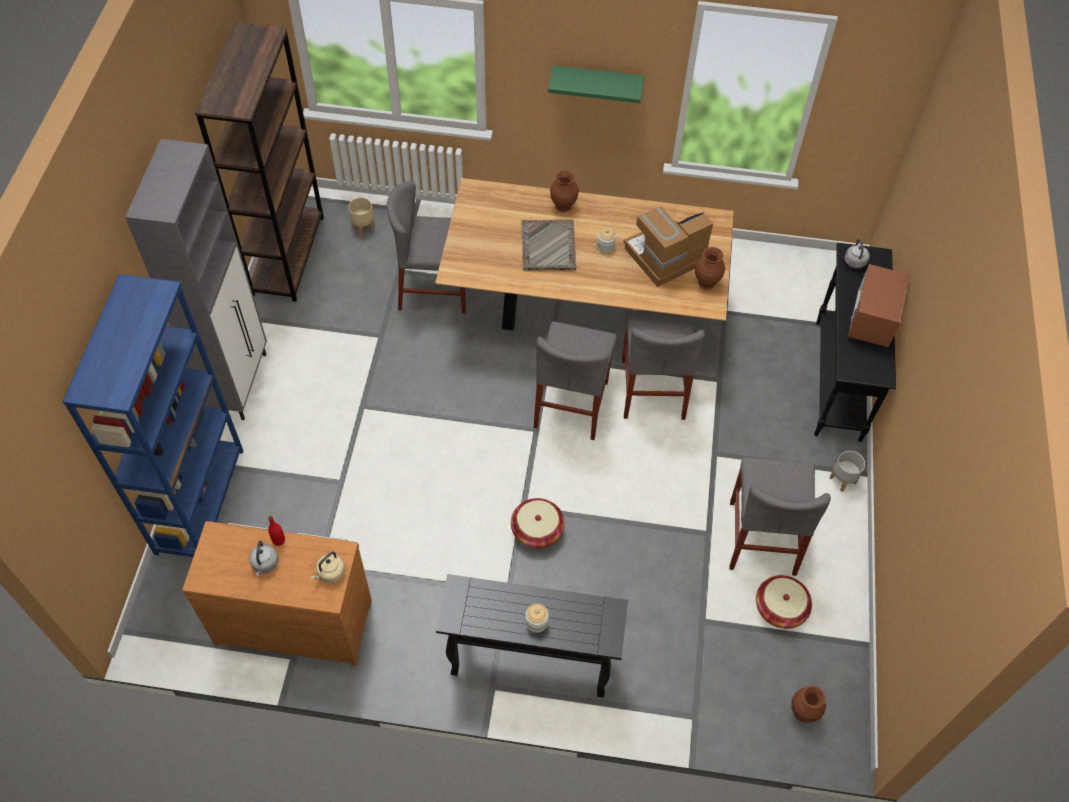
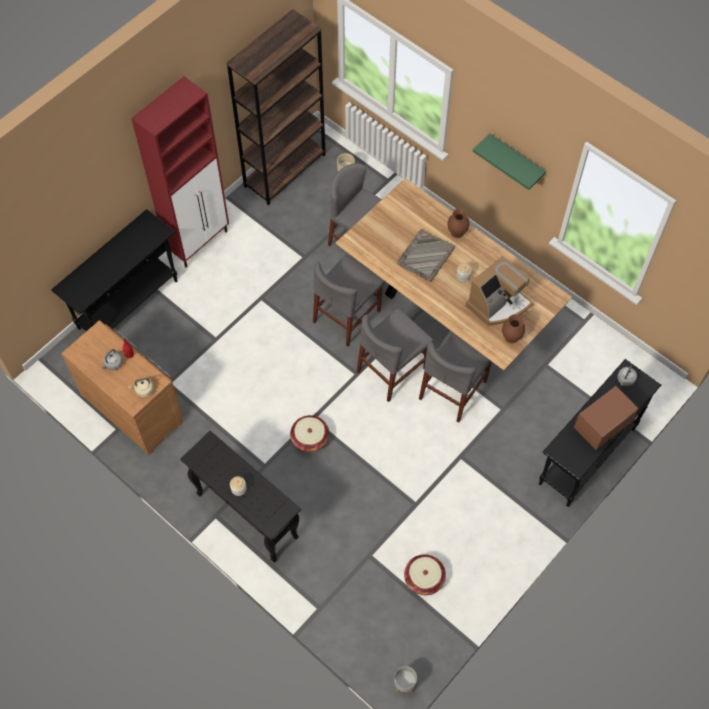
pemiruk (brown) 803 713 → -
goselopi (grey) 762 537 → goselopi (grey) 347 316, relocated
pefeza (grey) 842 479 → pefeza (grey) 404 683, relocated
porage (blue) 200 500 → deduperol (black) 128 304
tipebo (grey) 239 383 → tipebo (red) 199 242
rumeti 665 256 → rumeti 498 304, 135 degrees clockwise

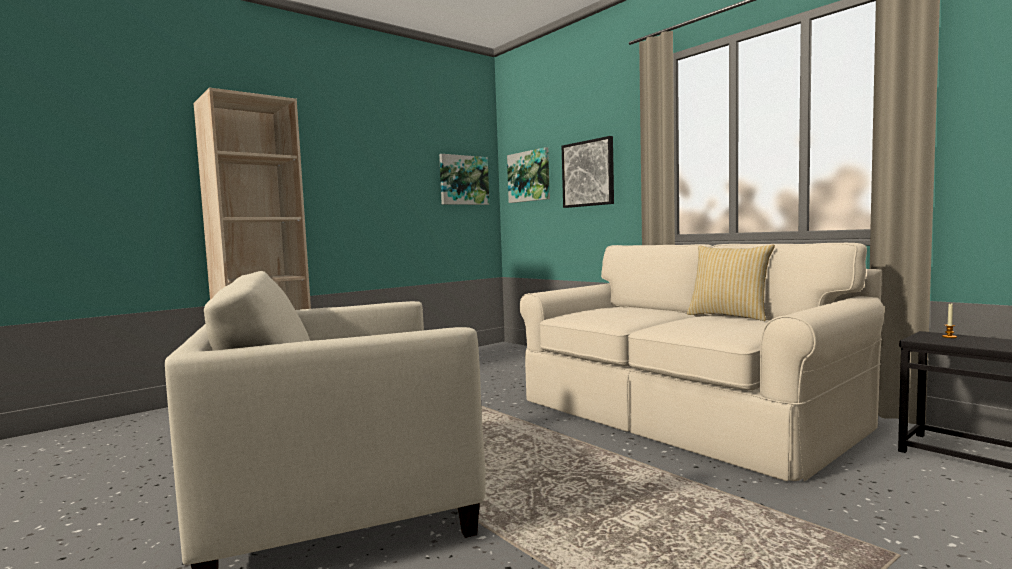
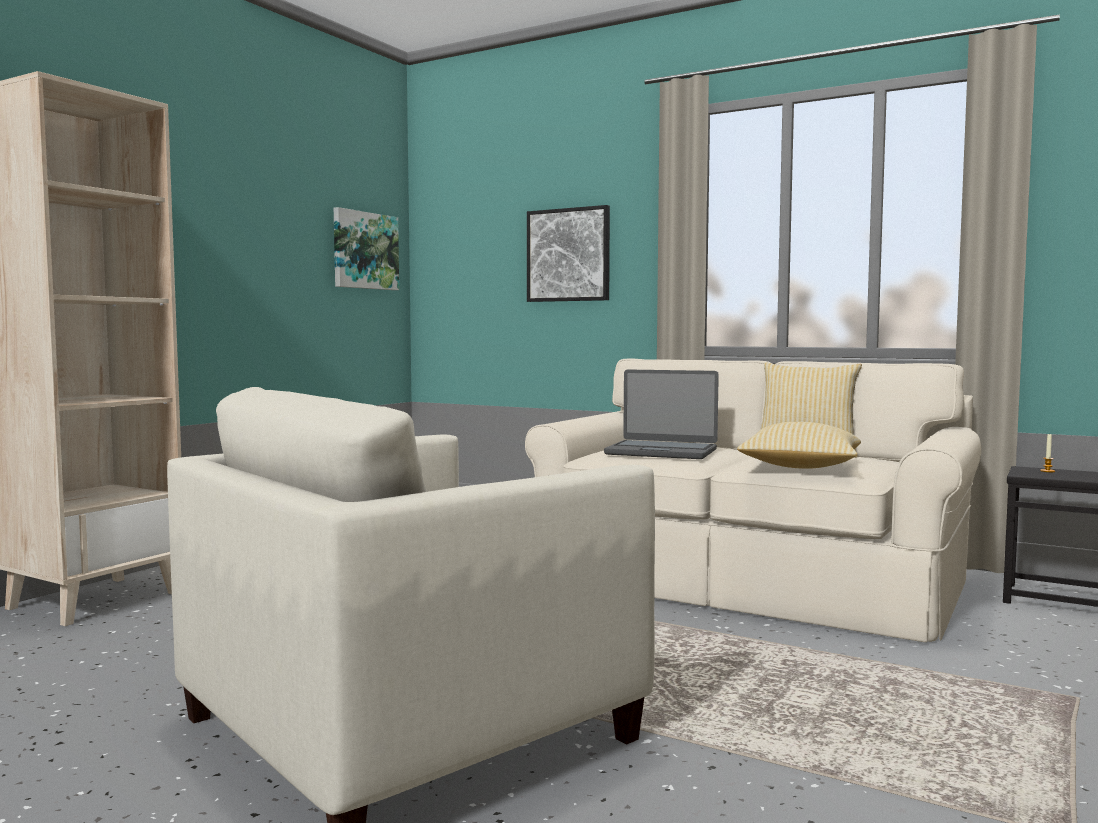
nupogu 529 176 → -
- → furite 661 452
- → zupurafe 800 467

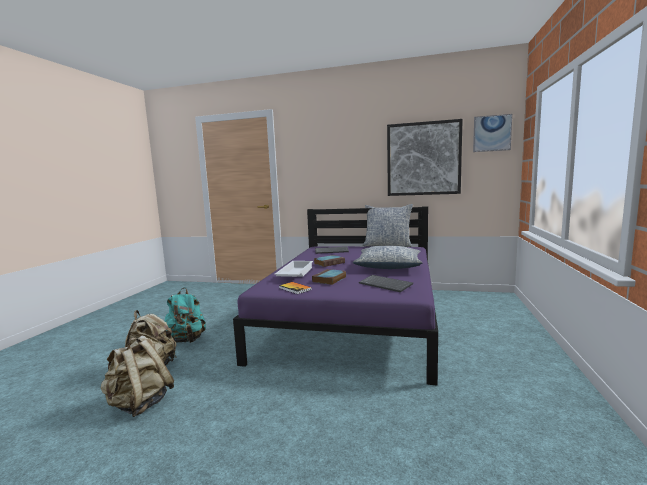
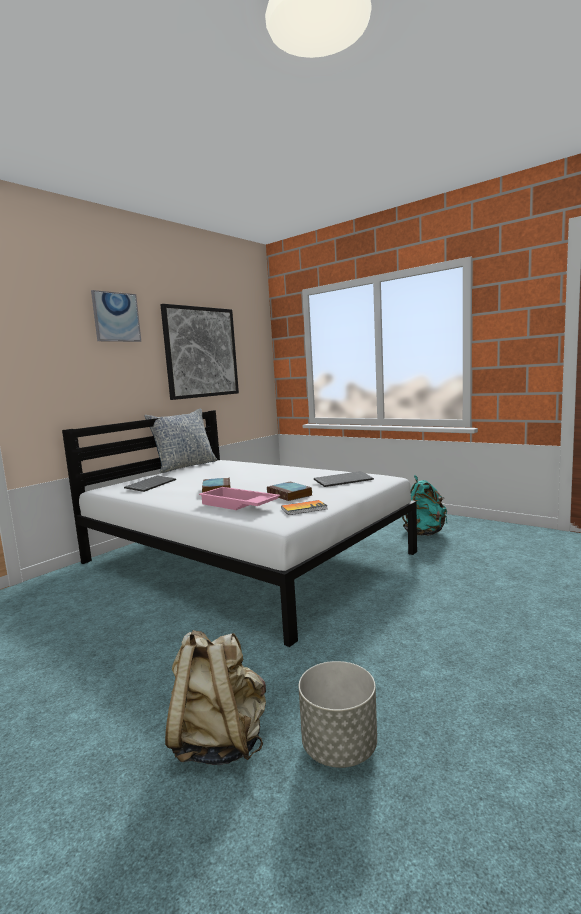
zupurafe 388 266 → -
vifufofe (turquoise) 186 340 → vifufofe (turquoise) 424 533, relocated
nupogu 492 133 → nupogu 116 317, relocated
vifufofe (beige) 140 404 → pefeza (grey) 340 748
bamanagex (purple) 354 319 → bamanagex (white) 245 557
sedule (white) 294 274 → sedule (pink) 237 505

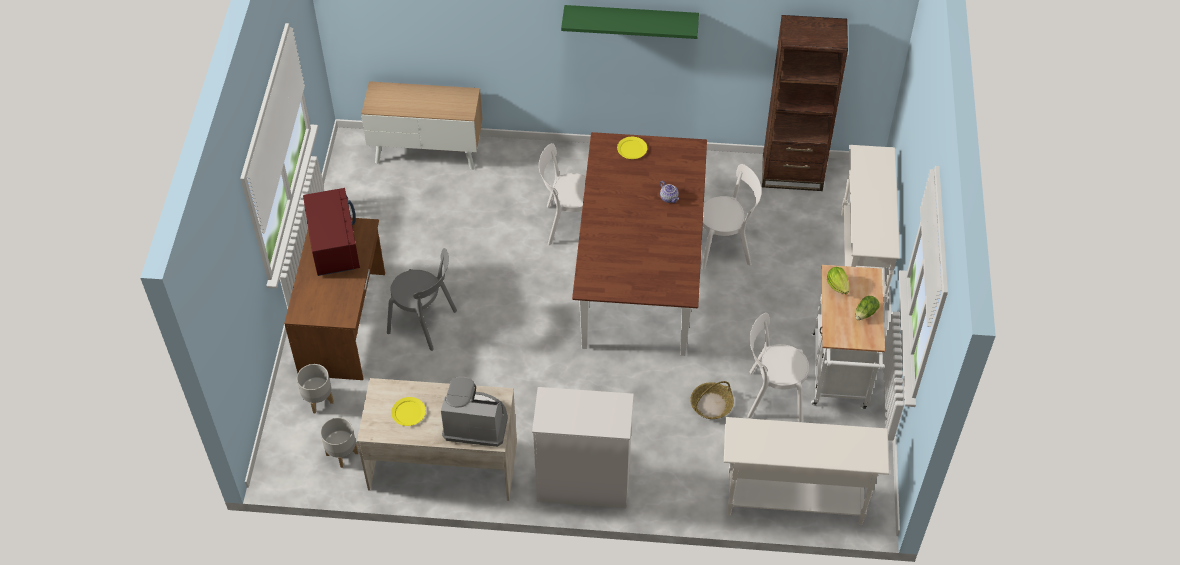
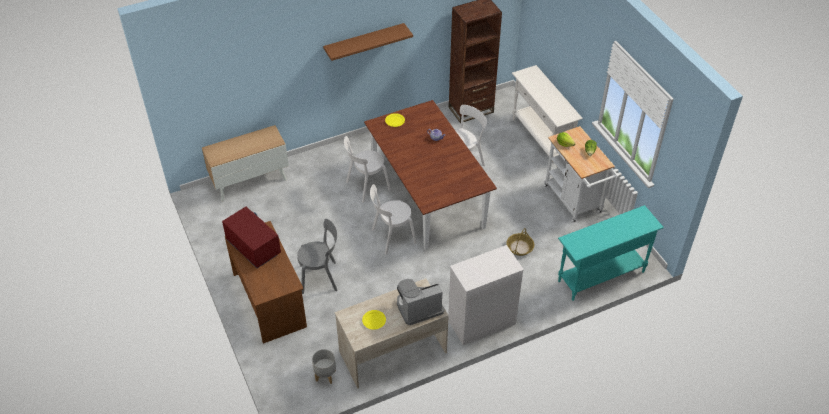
pefeza (grey) 318 400 → -
goselopi (white) 771 395 → goselopi (white) 391 237, relocated
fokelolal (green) 631 19 → fokelolal (brown) 364 41
deduperol (white) 794 500 → deduperol (turquoise) 600 276

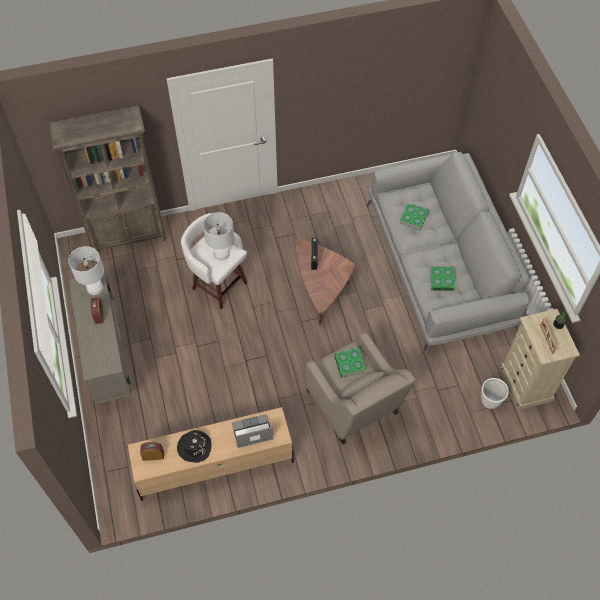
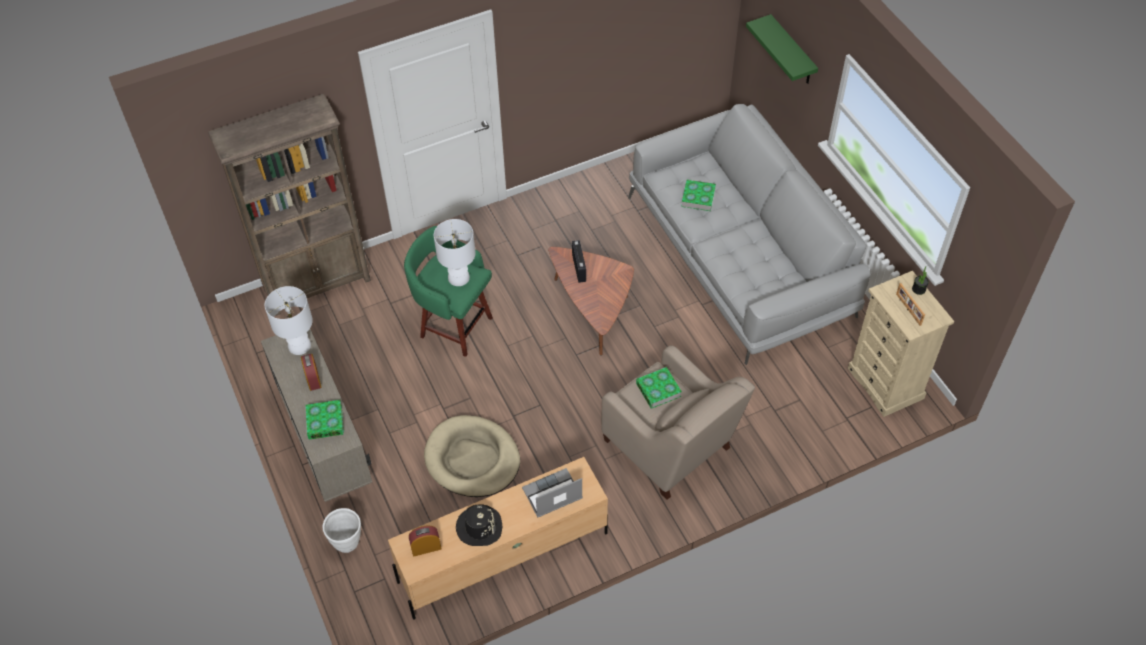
- → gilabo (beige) 472 459
- → fokelolal (green) 792 51
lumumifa 441 280 → lumumifa 325 422, relocated
pefeza (white) 490 401 → pefeza (white) 347 543, relocated
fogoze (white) 218 285 → fogoze (green) 454 326

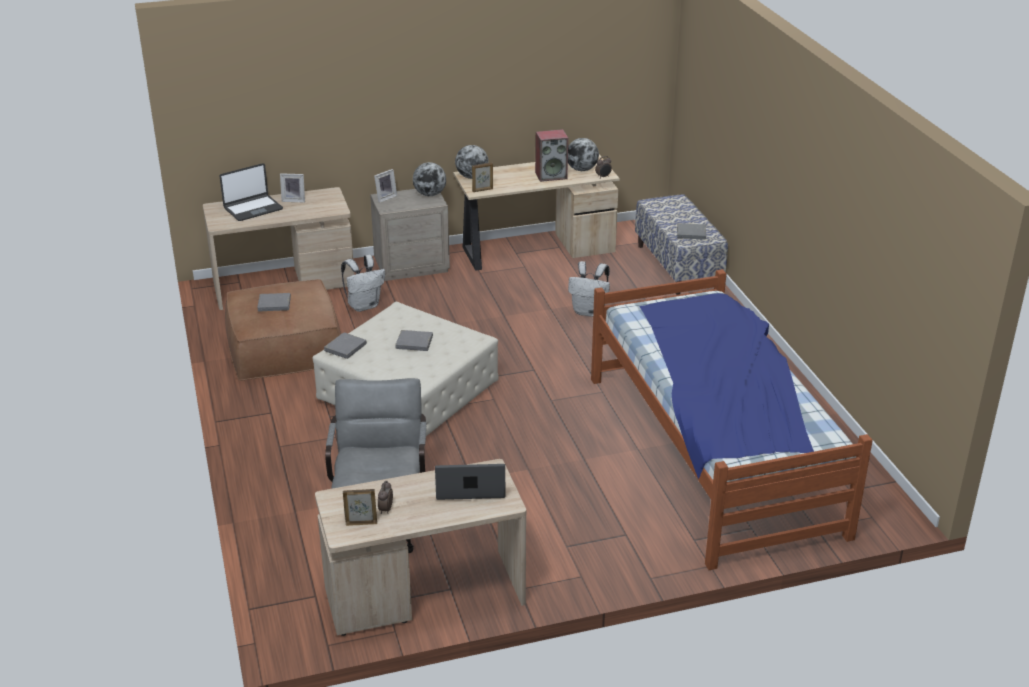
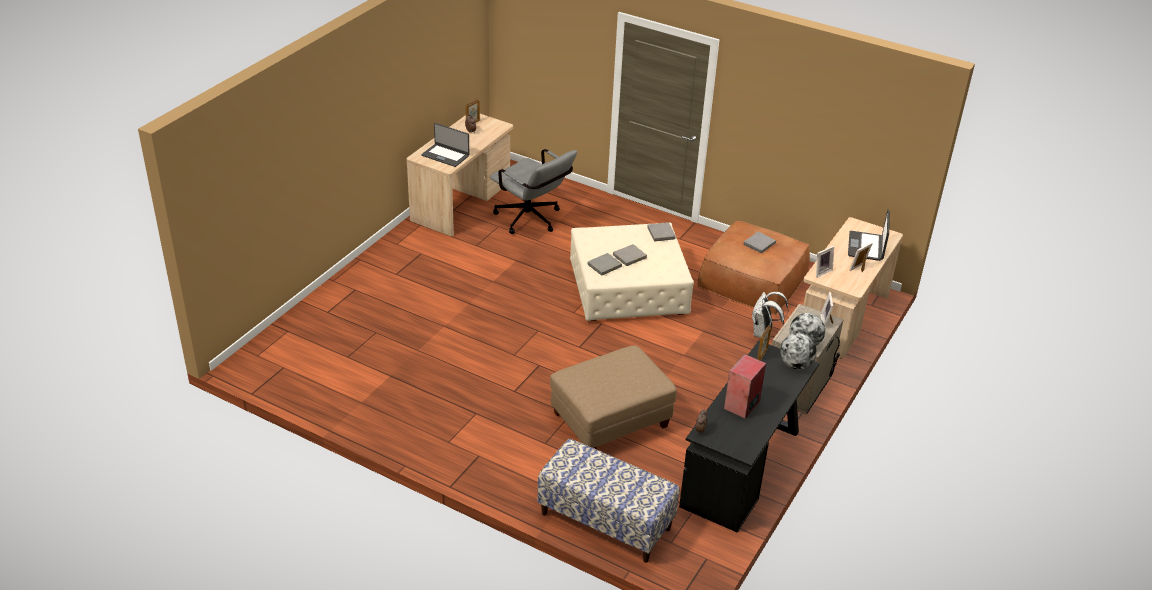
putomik 581 169 → -
bamanagex 713 452 → -
- → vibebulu 821 271
lumumifa (grey) 691 233 → lumumifa (grey) 604 266, relocated
vifufofe (white) 589 311 → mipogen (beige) 610 421
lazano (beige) 535 249 → lazano (black) 744 466
furite 470 488 → furite 445 155, 75 degrees clockwise

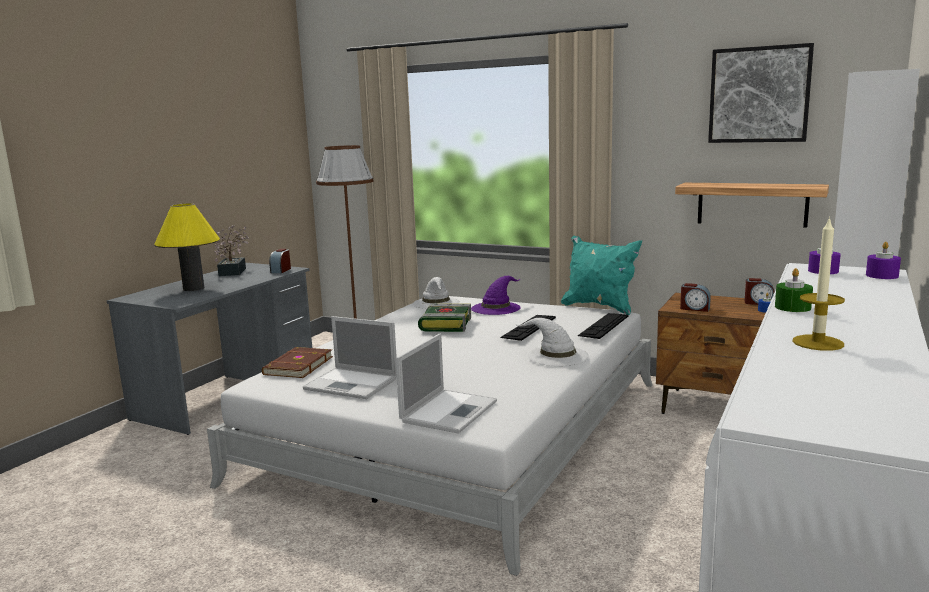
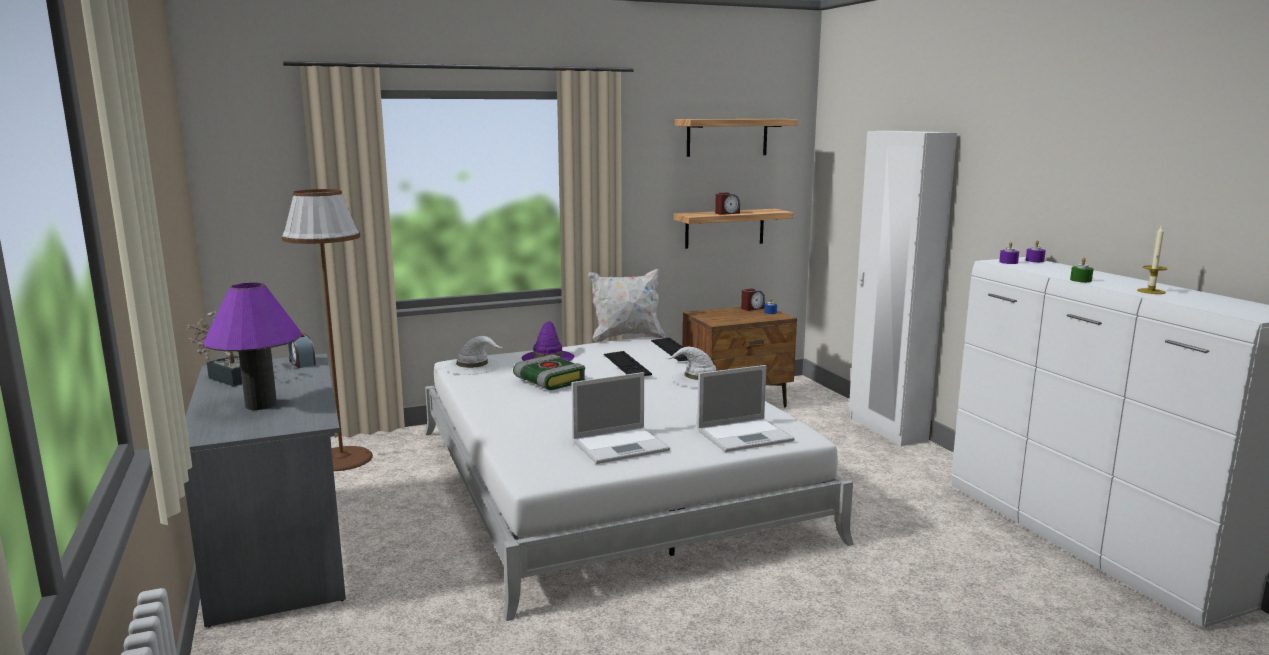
lumumifa (brown) 297 366 → -
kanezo 694 308 → kanezo 727 213, relocated
nupogu 759 95 → fokelolal 727 137
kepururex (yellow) 193 288 → kepururex (purple) 261 405
zupurafe (turquoise) 599 307 → zupurafe (white) 626 337
furite 449 411 → furite 746 435, 90 degrees clockwise

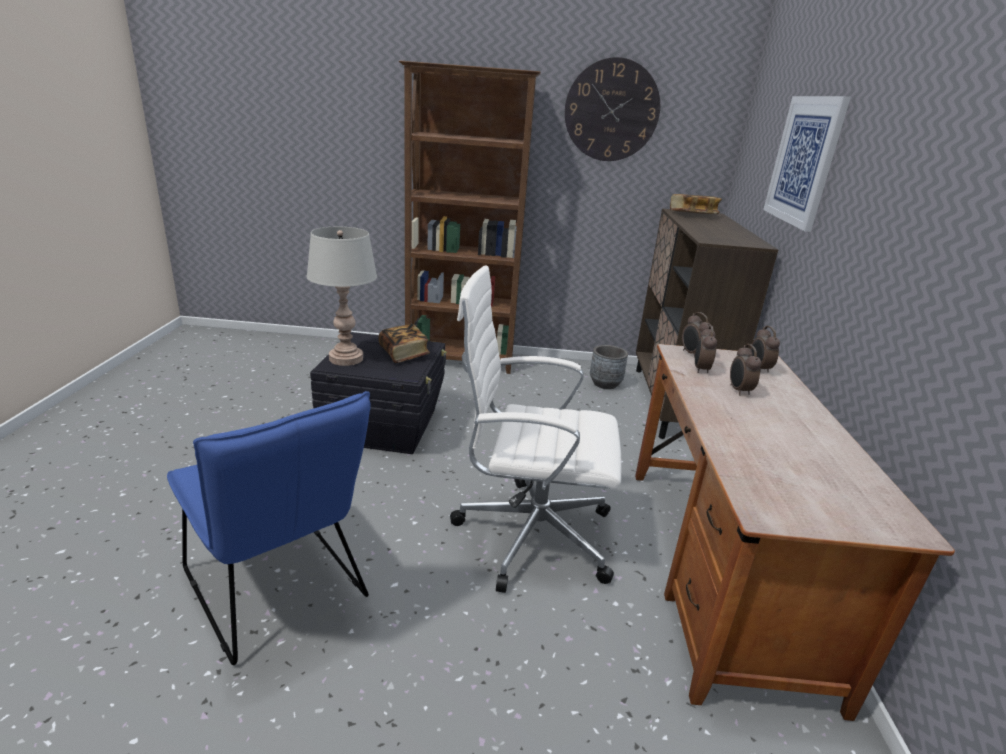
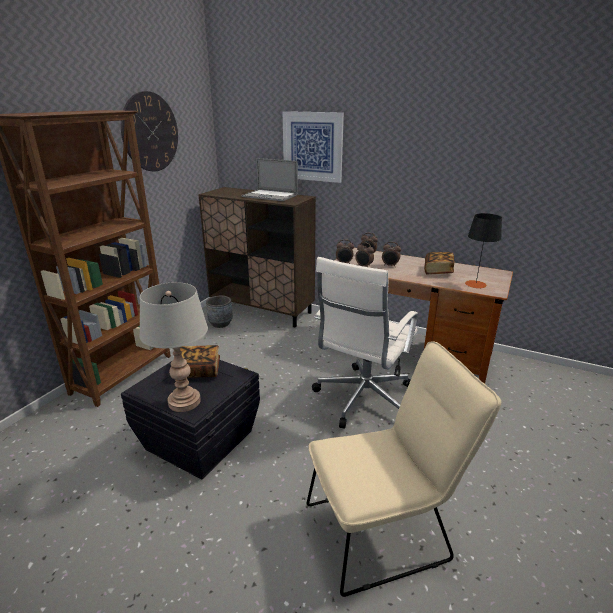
- → furite 270 196
- → kepururex (black) 475 284
lumumifa 692 215 → lumumifa 438 271, relocated
goselopi (blue) 280 591 → goselopi (beige) 385 529

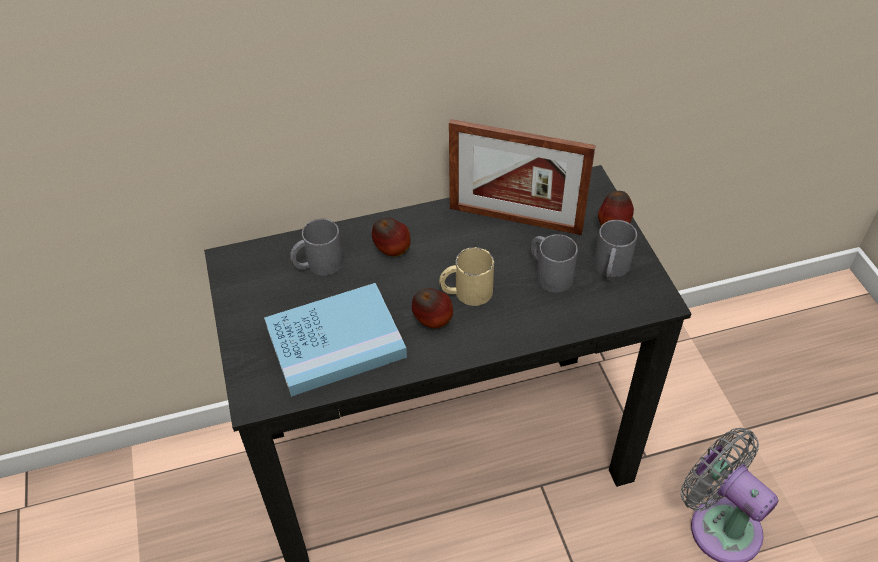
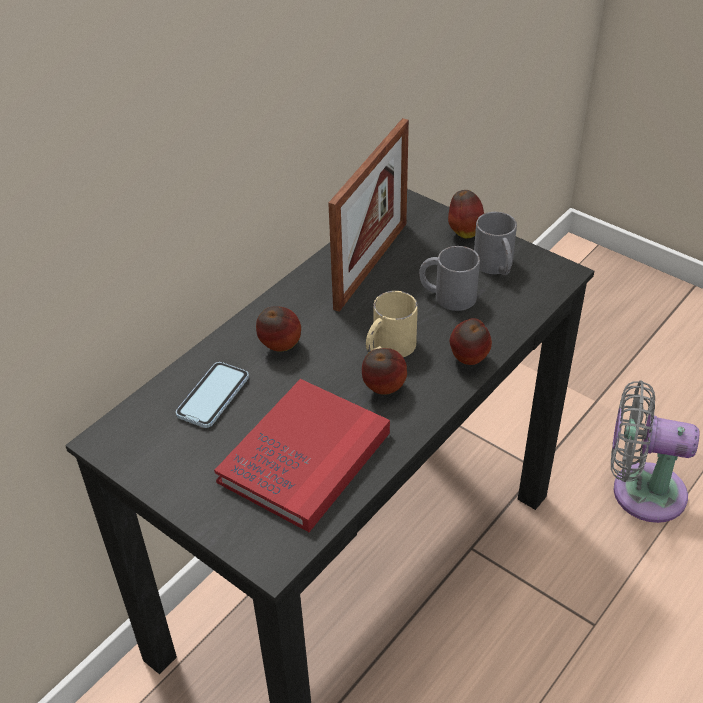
- → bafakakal 468 361
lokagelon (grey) 317 265 → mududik 213 396
lumumifa (blue) 335 342 → lumumifa (red) 305 457
vibebulu 515 219 → vibebulu 371 265, 45 degrees counterclockwise

